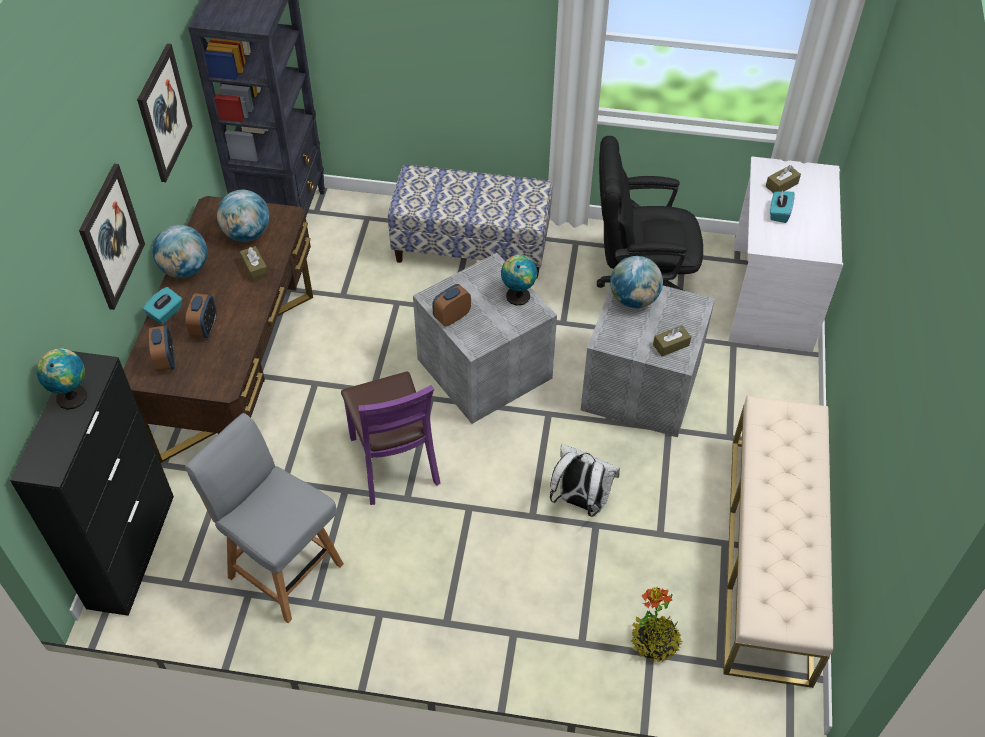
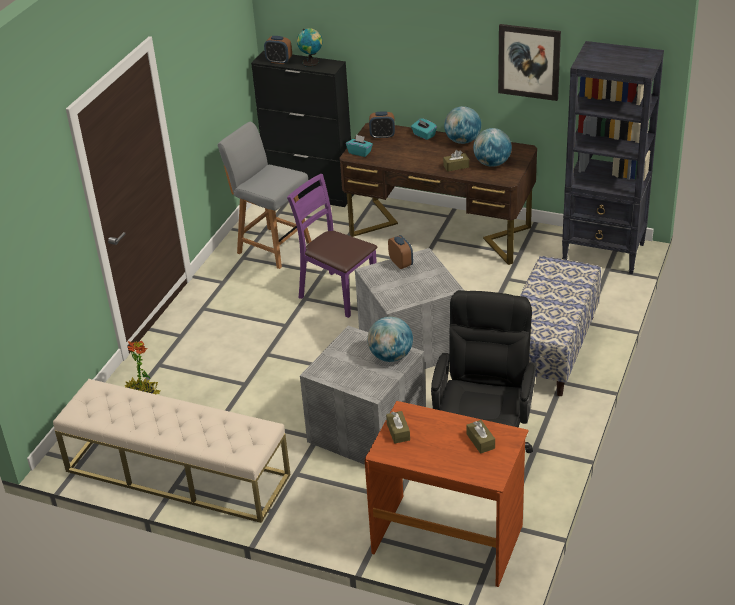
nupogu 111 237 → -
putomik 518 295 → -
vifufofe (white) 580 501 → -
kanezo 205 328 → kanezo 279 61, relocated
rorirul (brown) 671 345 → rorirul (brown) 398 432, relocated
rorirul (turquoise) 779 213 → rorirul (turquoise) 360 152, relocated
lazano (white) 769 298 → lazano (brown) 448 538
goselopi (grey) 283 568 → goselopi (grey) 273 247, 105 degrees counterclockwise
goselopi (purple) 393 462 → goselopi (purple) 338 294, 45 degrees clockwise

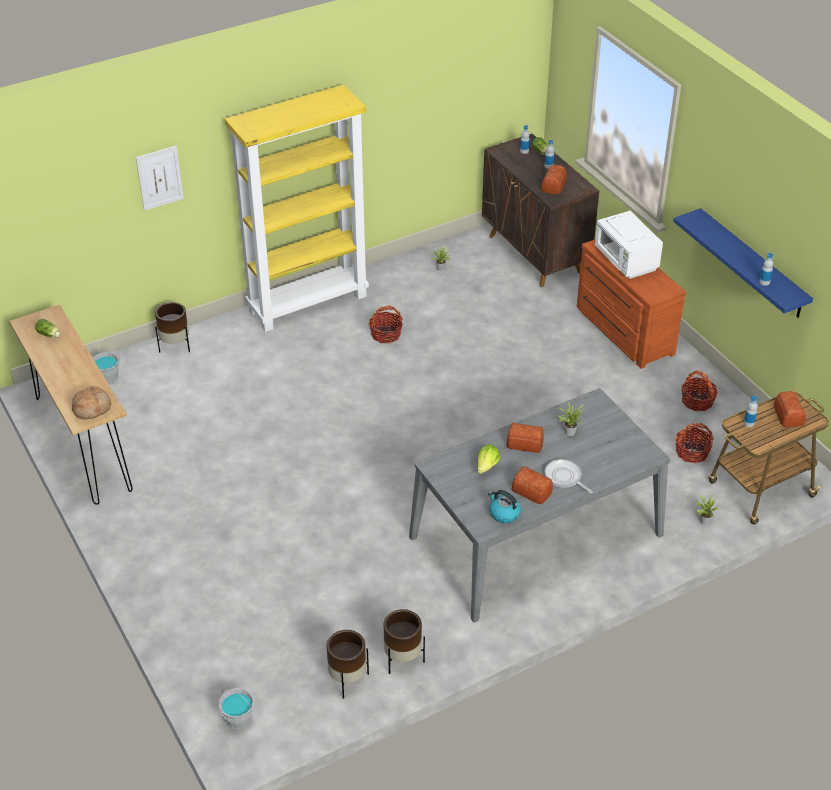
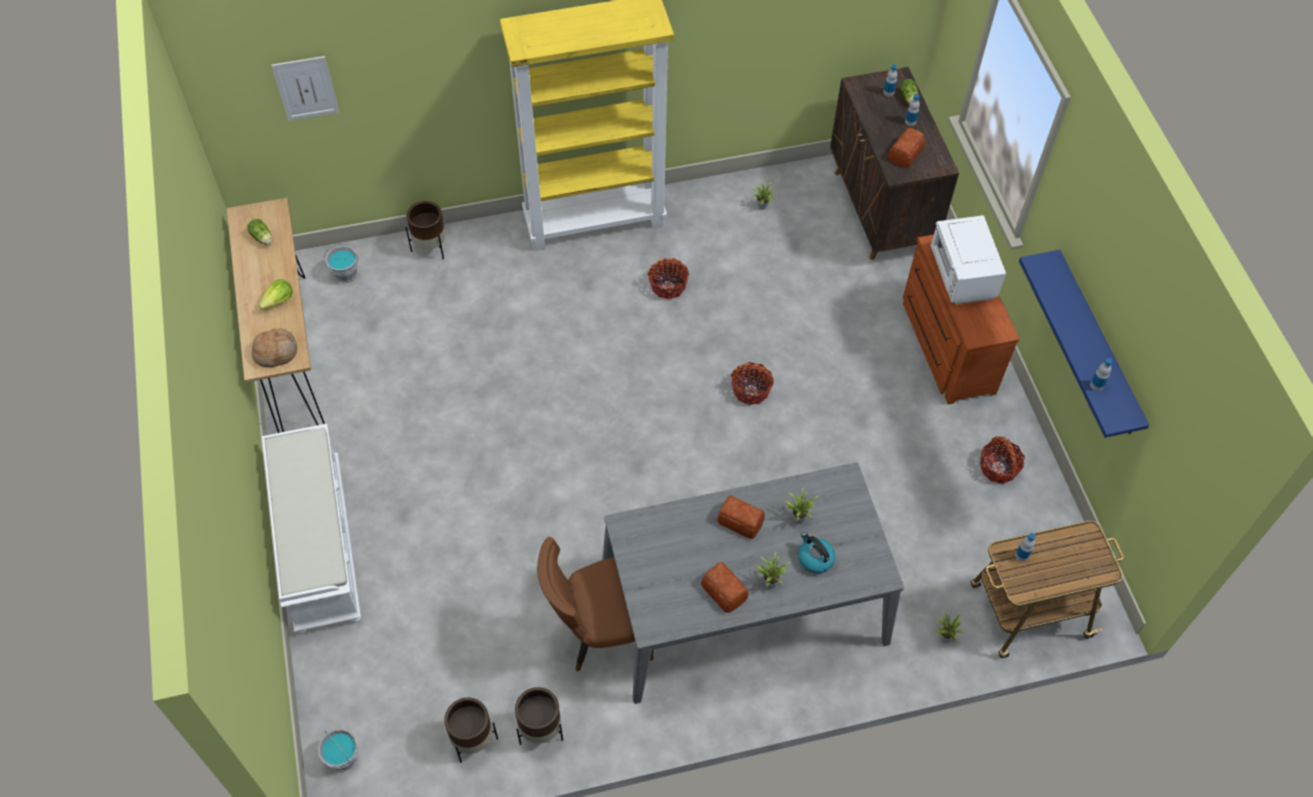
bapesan 788 416 → -
- → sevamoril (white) 318 544
- → goselopi (brown) 600 633
nupogu 159 178 → nupogu 306 88, relocated
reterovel 487 466 → reterovel 279 301, relocated
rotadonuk 504 513 → rotadonuk 814 559, relocated
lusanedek 692 452 → lusanedek 751 390, relocated
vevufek 564 477 → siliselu 769 581

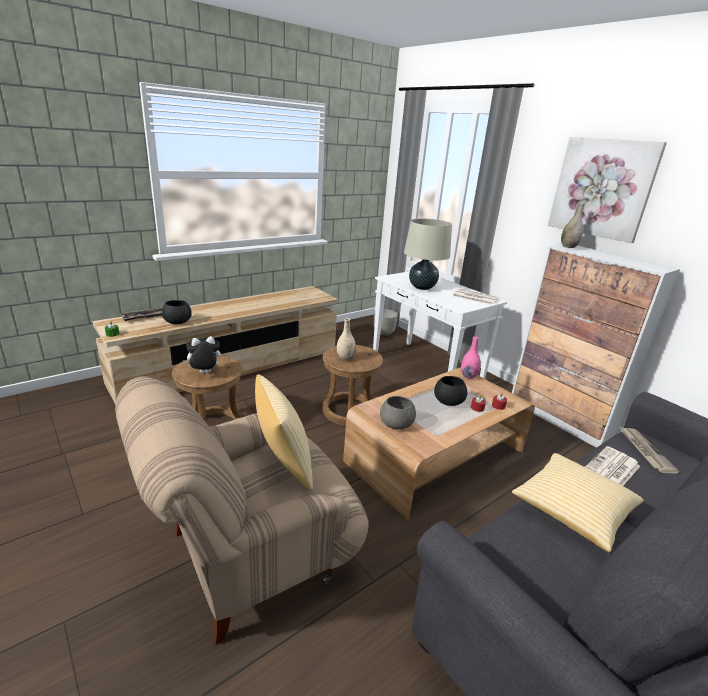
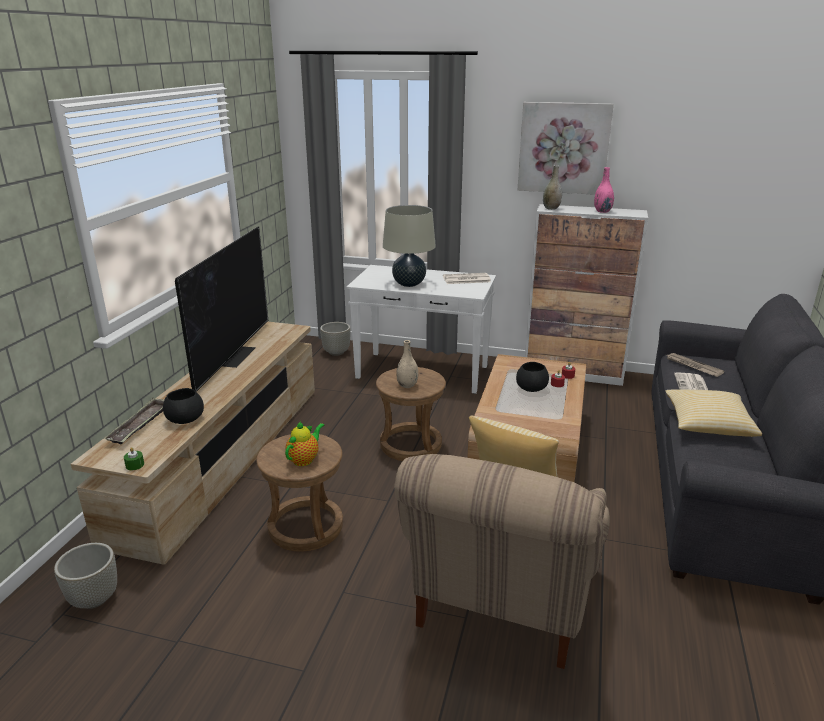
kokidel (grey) 397 424 → -
- → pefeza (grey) 94 598
- → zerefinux 234 355
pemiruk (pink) 468 376 → pemiruk (pink) 602 211, relocated
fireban 204 373 → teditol 304 459

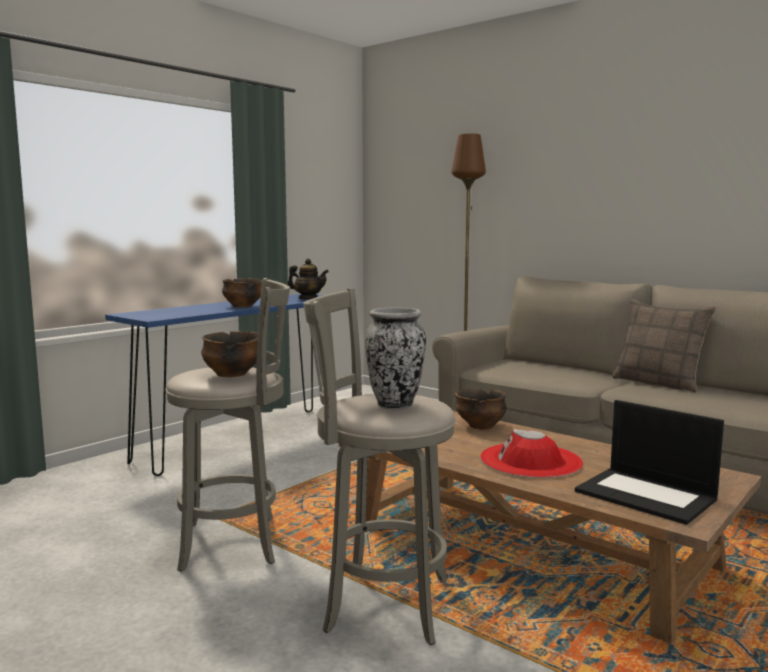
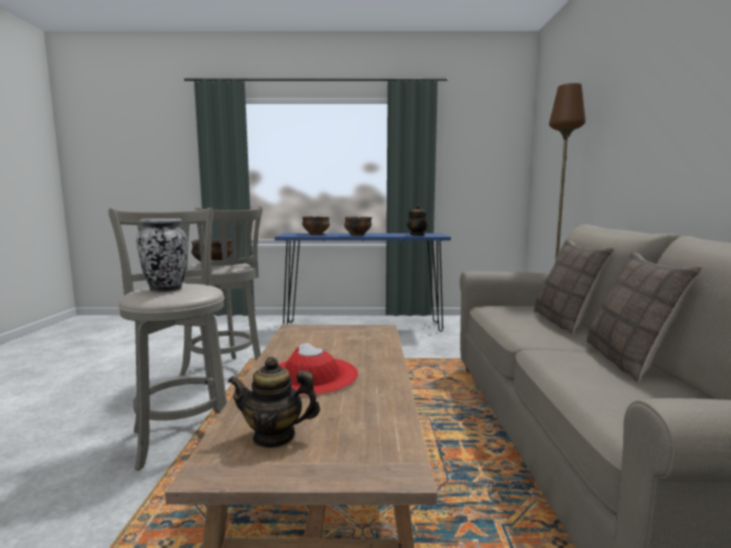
- → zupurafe 565 322
kokidel 480 426 → kokidel 316 234, relocated
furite 647 495 → teditol 274 436

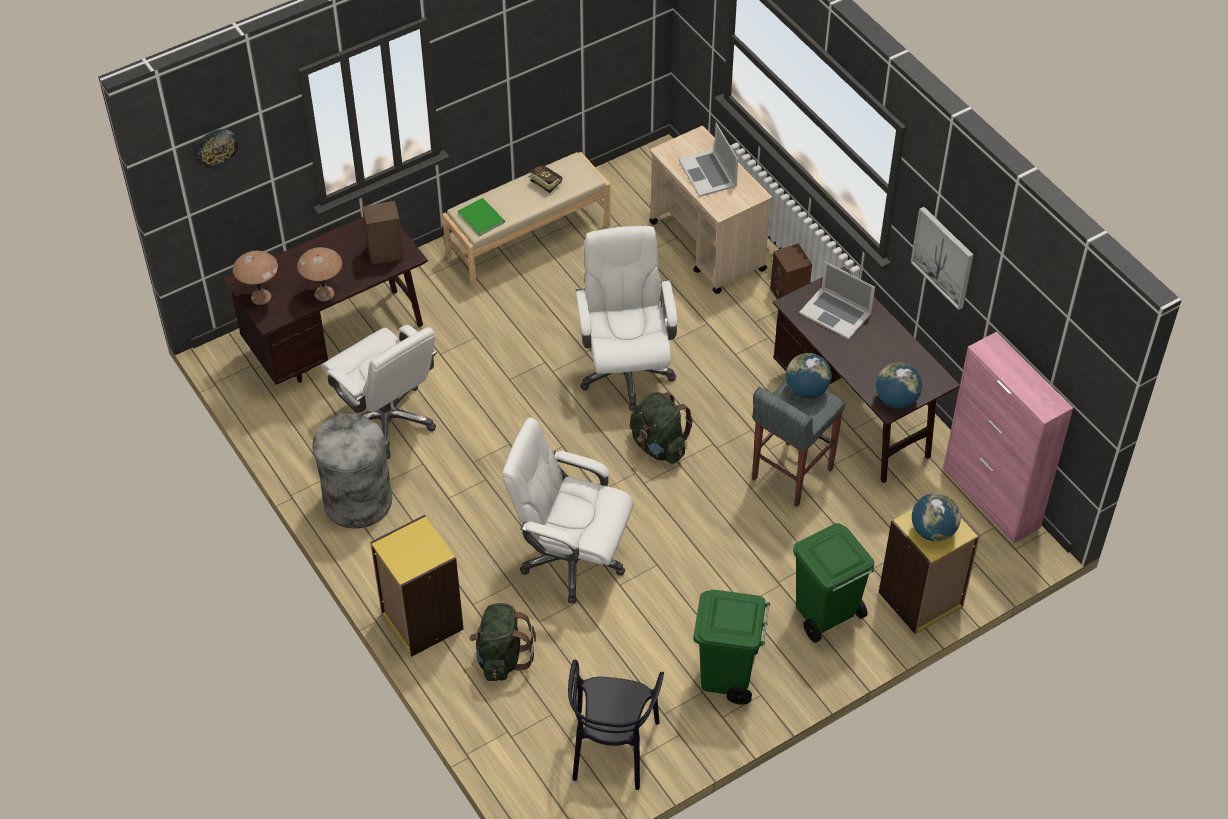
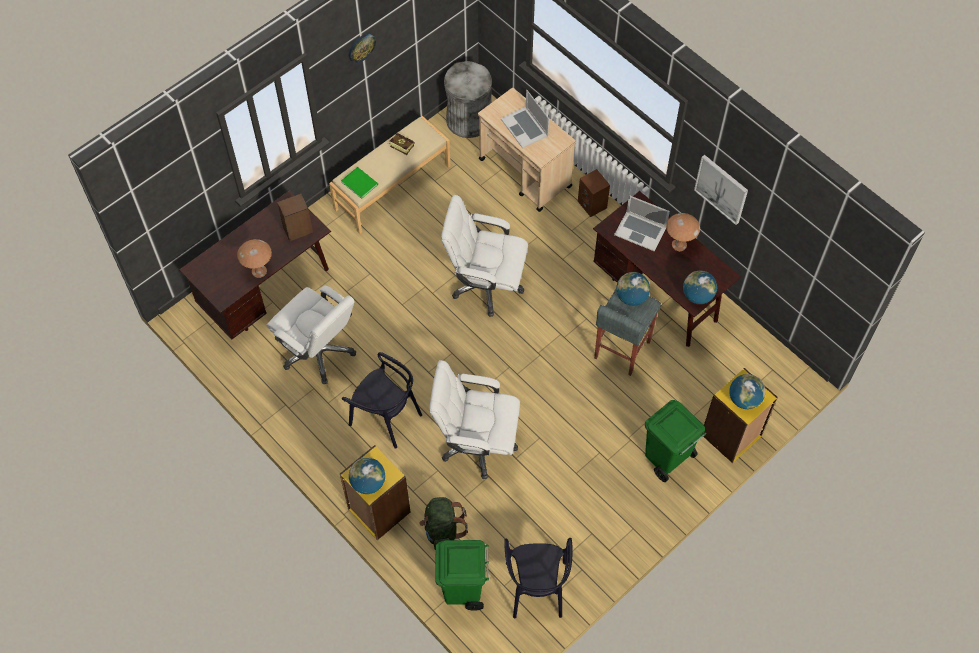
vifufofe (green) 659 446 → -
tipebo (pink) 991 498 → -
- → goselopi (black) 386 417
- → putomik 368 483
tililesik 215 147 → tililesik 361 47, relocated
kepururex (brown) 260 297 → kepururex (brown) 679 244, relocated
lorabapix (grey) 357 500 → lorabapix (grey) 468 119, relocated
lorabapix (green) 727 676 → lorabapix (green) 463 589, relocated
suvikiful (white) 626 371 → suvikiful (white) 486 285, 60 degrees counterclockwise

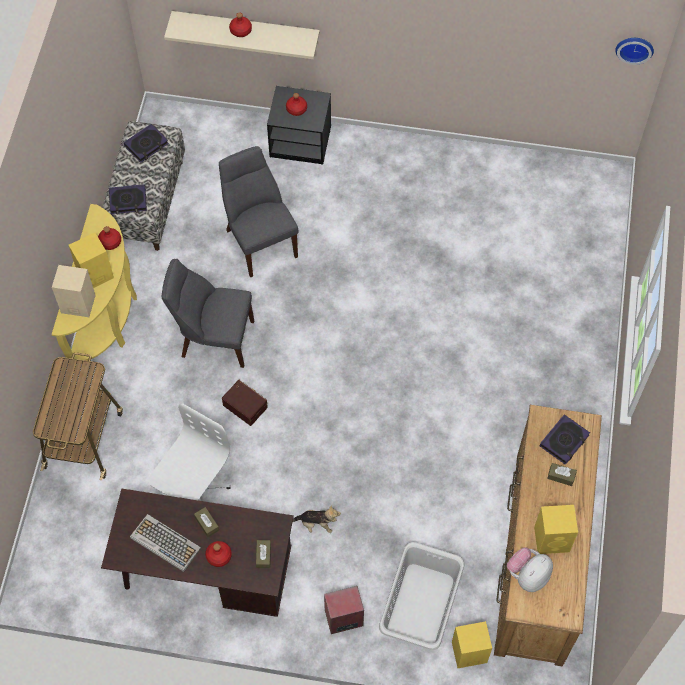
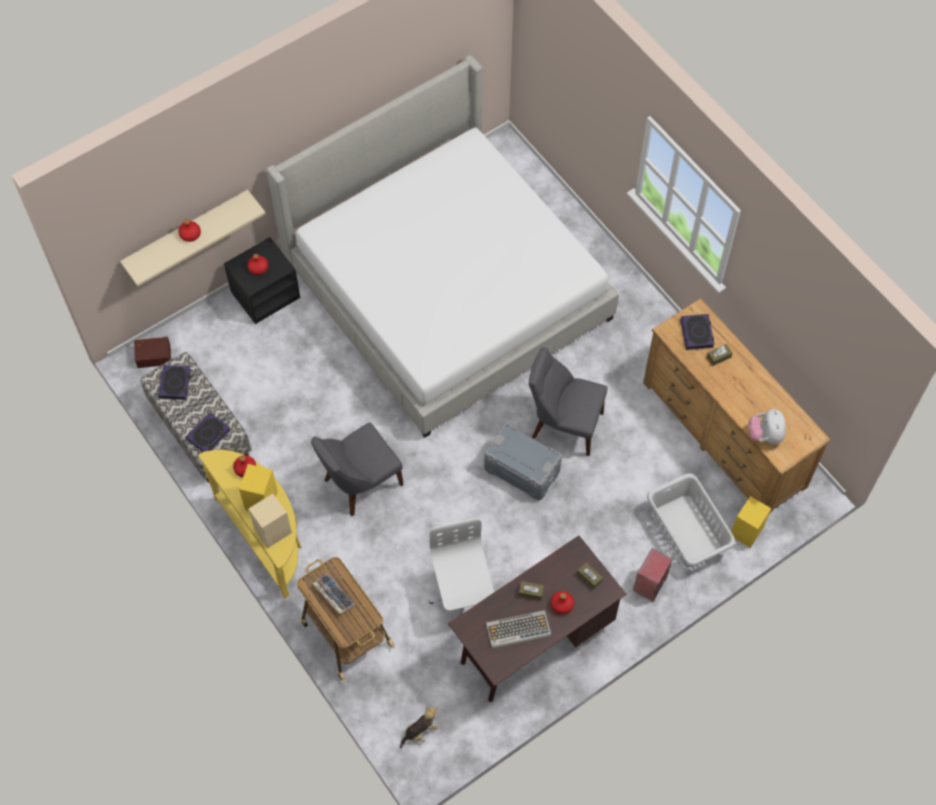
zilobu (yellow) 552 539 → -
tililesik 634 48 → -
- → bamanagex 447 290
- → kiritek 333 595
- → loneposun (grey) 521 470
goselopi (grey) 259 240 → goselopi (grey) 564 424, relocated
loneposun (brown) 245 405 → loneposun (brown) 153 355, relocated
fireban 316 524 → fireban 420 731, relocated

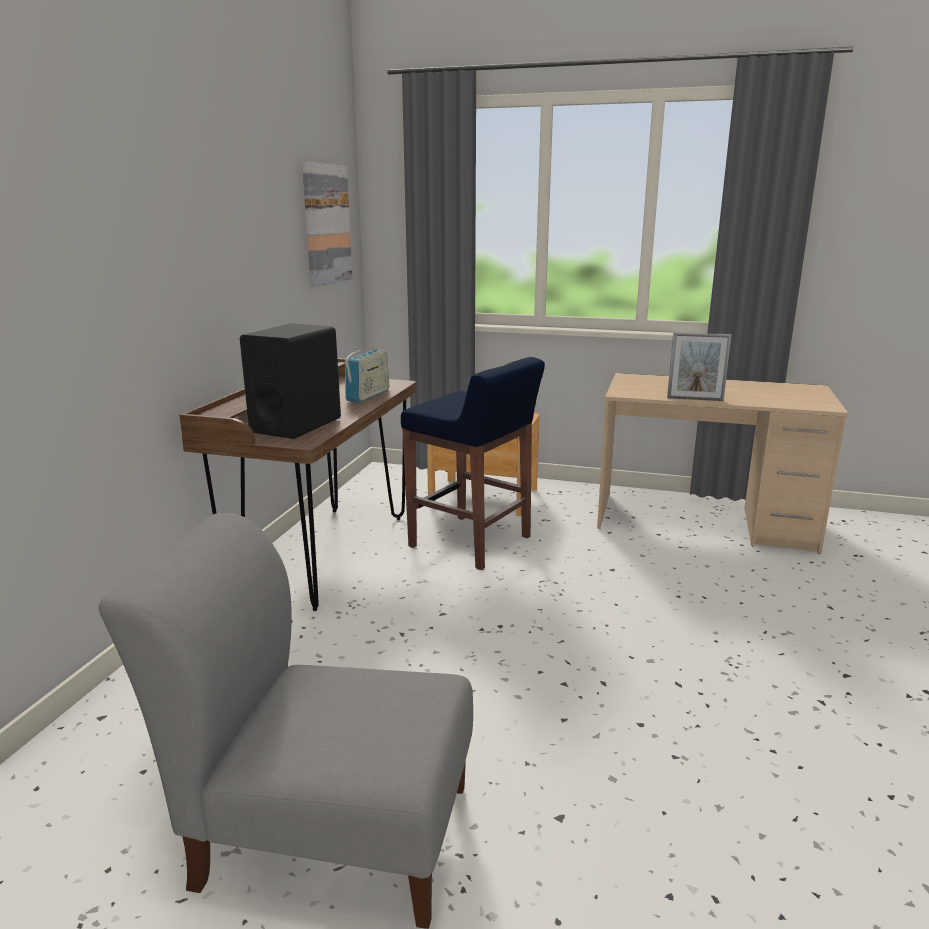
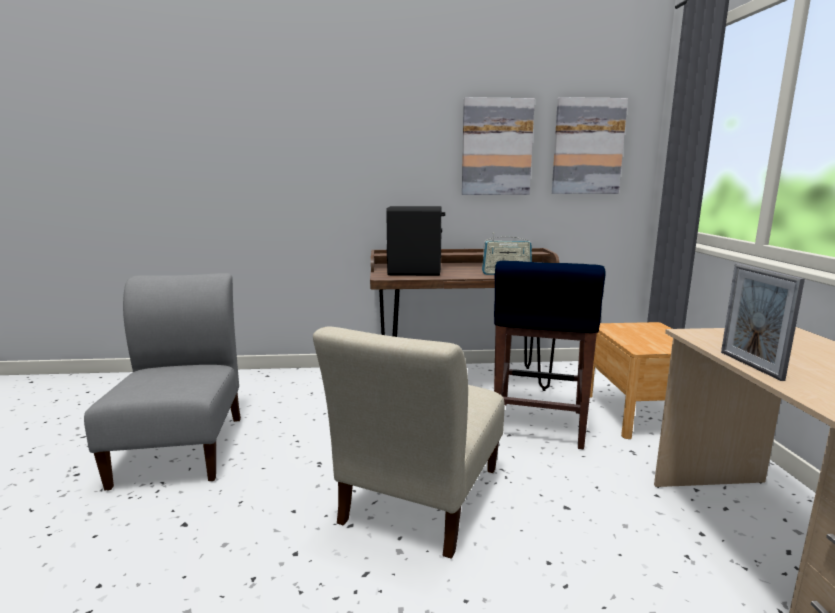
- → goselopi (beige) 419 500
- → nupogu 496 147

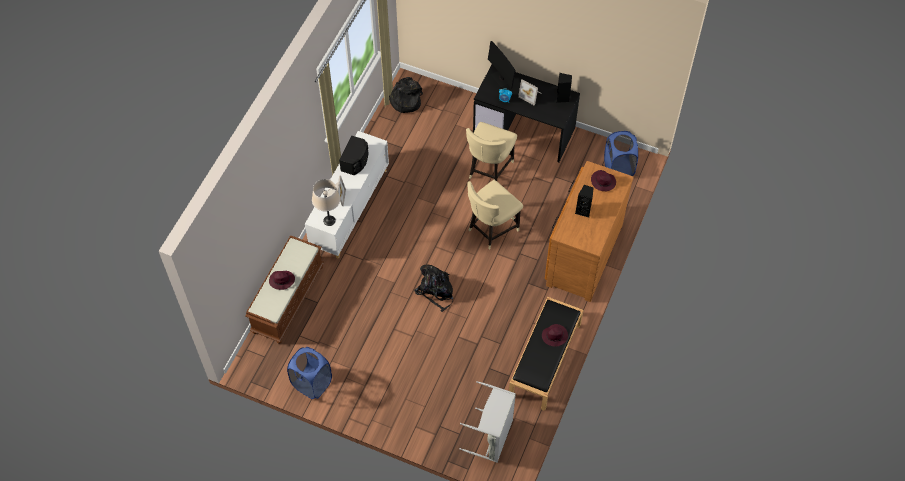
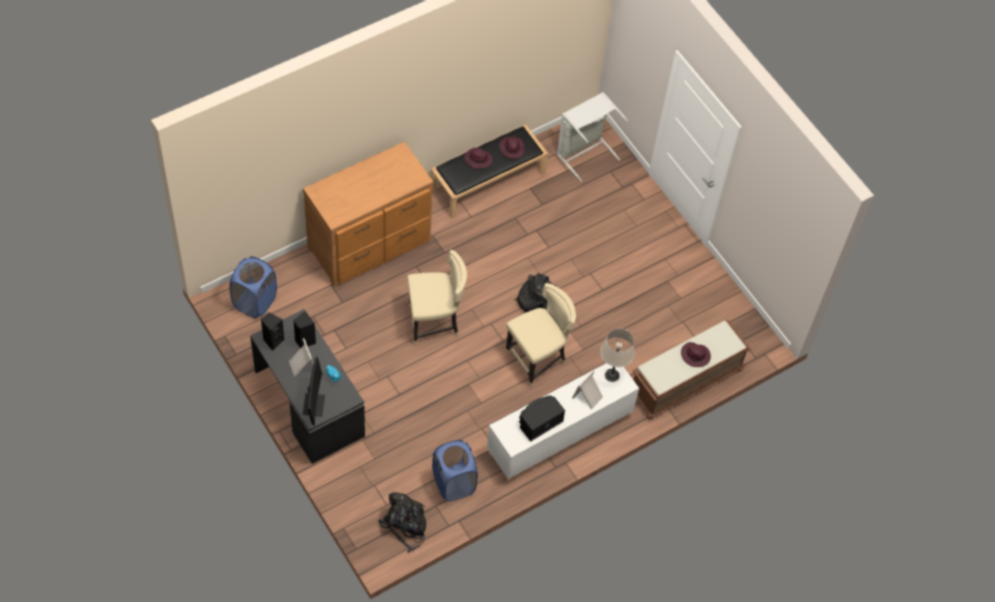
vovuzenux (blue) 312 383 → vovuzenux (blue) 453 483, relocated
goselopi (beige) 489 170 → goselopi (beige) 537 359, relocated
zilobu (black) 583 210 → zilobu (black) 304 341, relocated
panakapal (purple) 603 182 → panakapal (purple) 511 148, relocated

